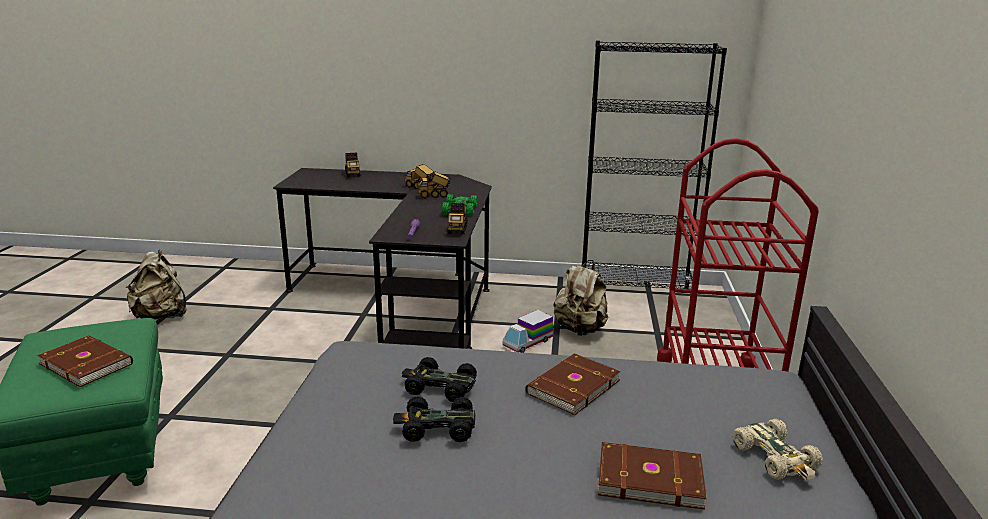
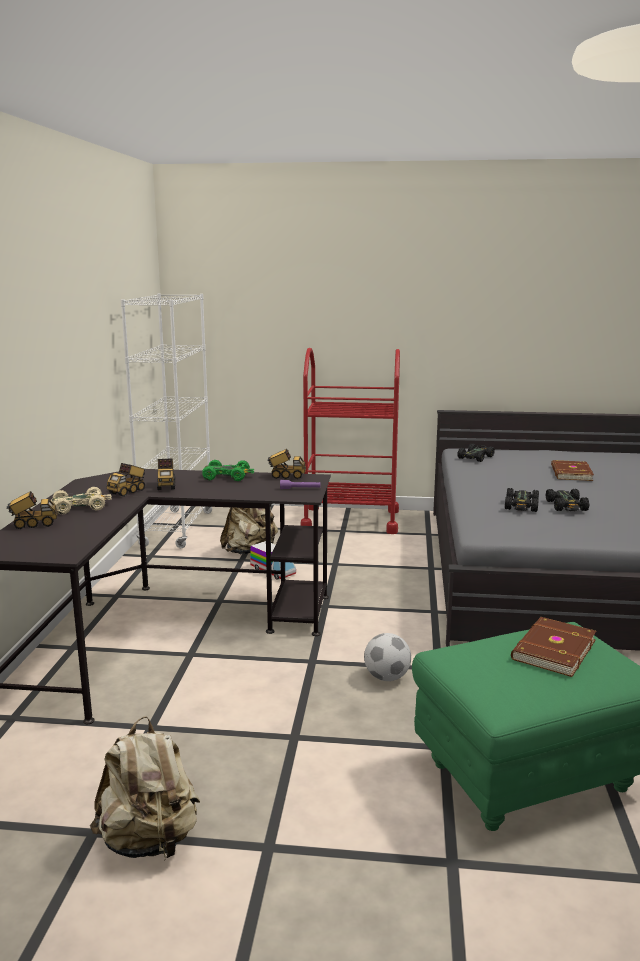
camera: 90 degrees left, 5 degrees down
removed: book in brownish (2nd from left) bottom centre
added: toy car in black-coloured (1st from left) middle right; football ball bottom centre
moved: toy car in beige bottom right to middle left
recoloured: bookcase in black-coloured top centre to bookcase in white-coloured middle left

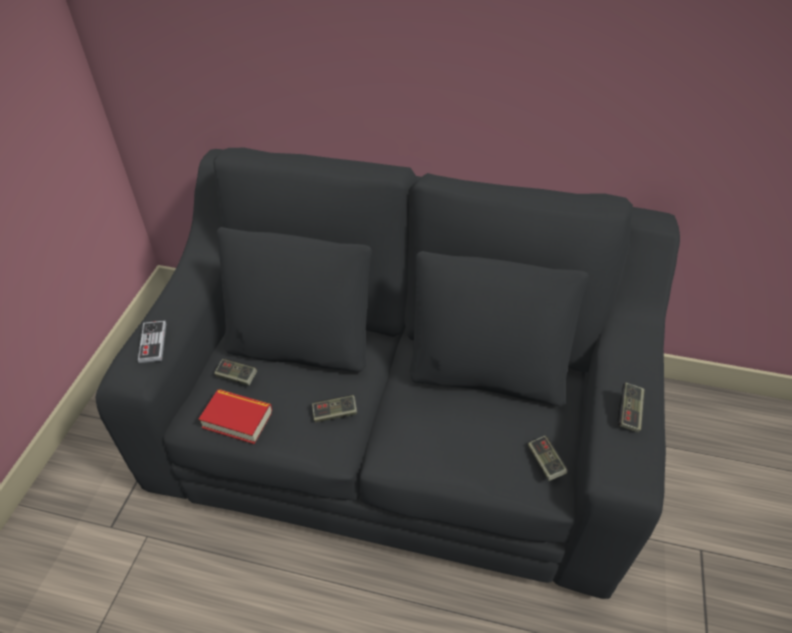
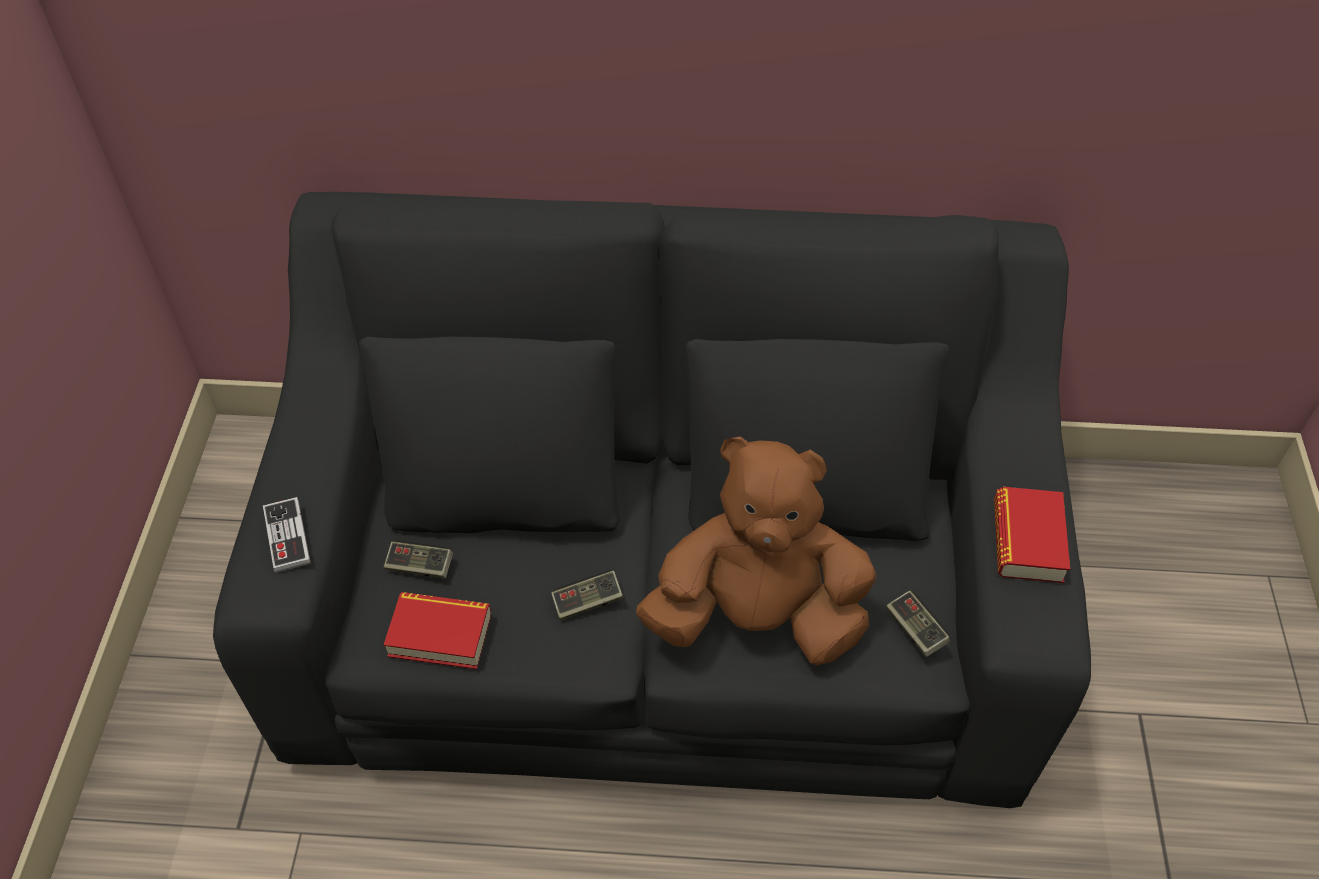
camera: 10 degrees left, 5 degrees up
added: plush toy in brownish centre
replaced: gamepad (5th from left) middle right to book (2nd from left) middle right

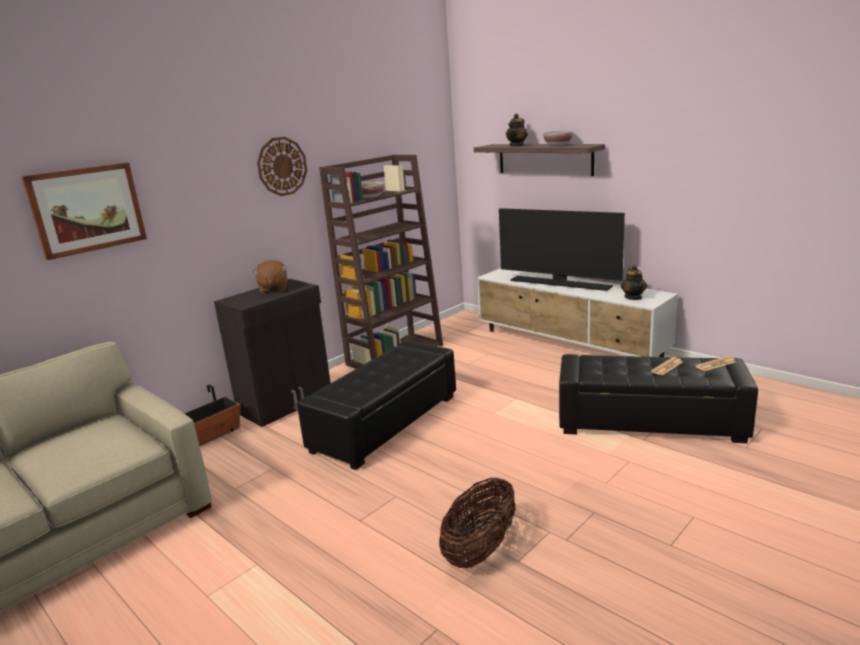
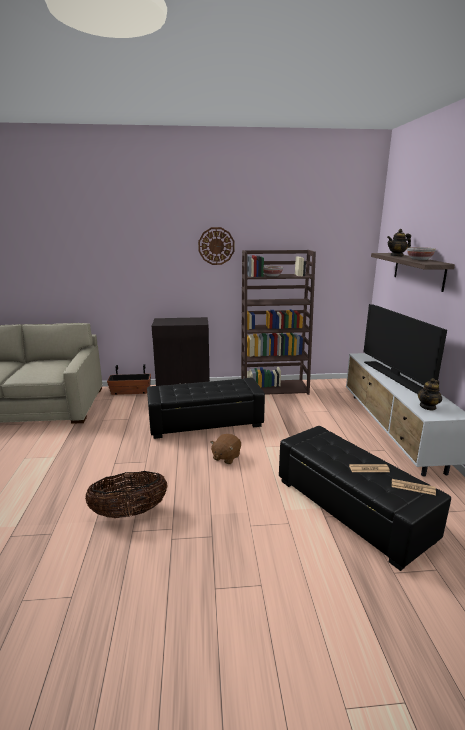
camera: 40 degrees right, 0 degrees up
removed: wall art top left
moved: plush toy in brownish middle left to centre

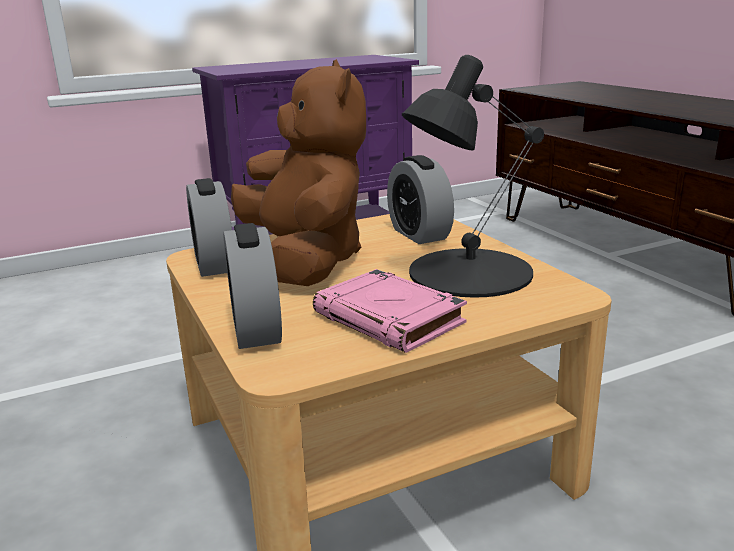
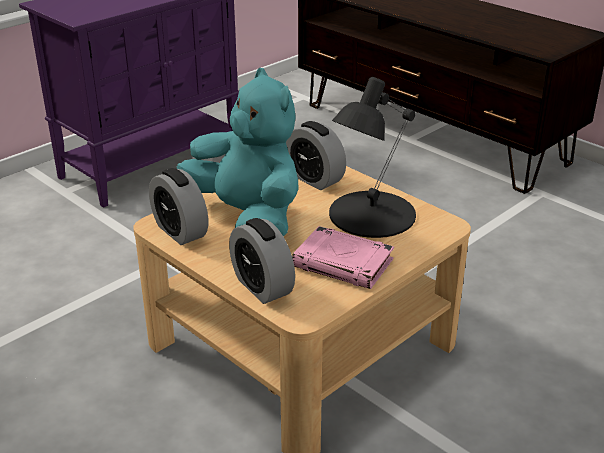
camera: 20 degrees left, 10 degrees up
recoloured: plush toy in brownish top centre to plush toy in turquoise centre

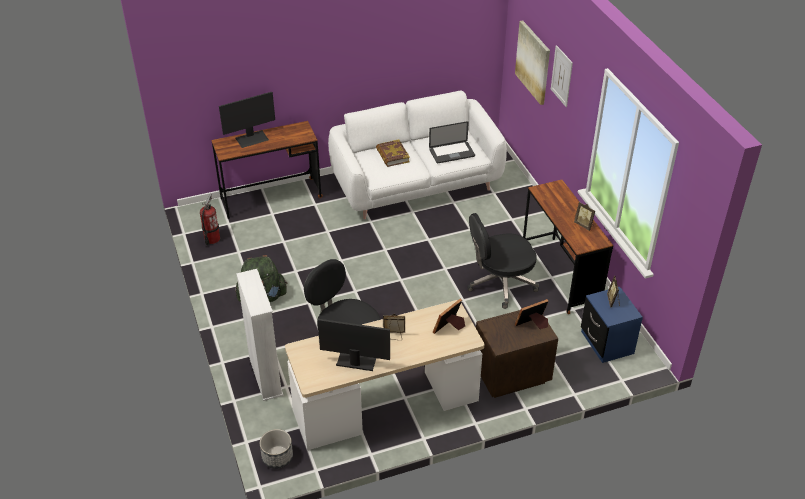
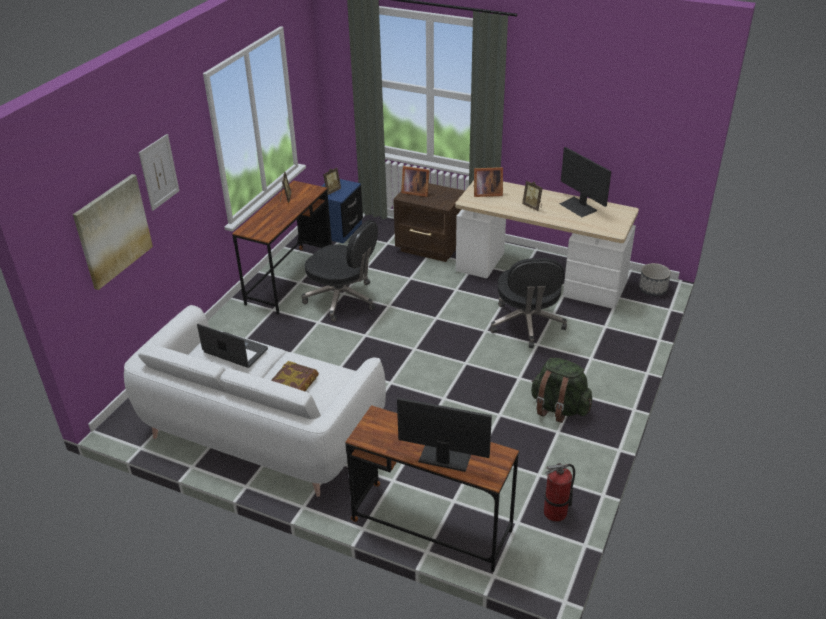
camera: 135 degrees left, 5 degrees down
removed: bookcase in white-coloured bottom left

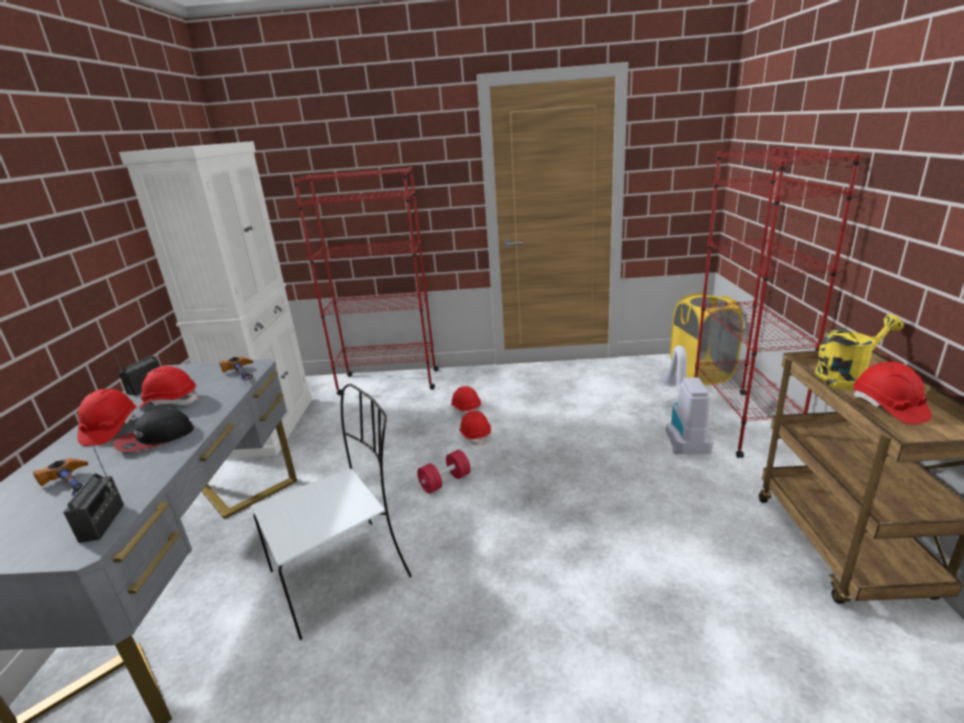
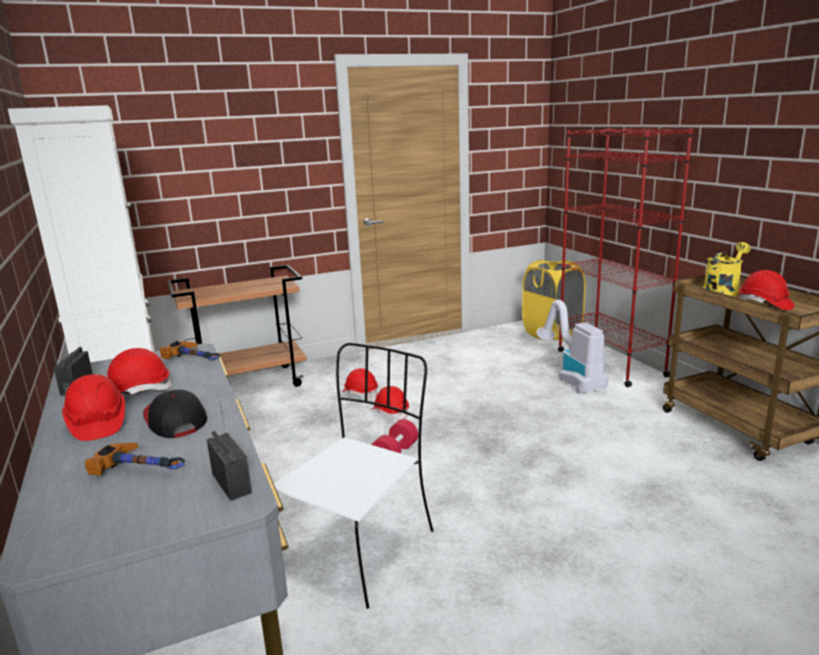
camera: 25 degrees left, 5 degrees down
replaced: bookcase in red-coloured (1st from left) centre to trolley in brownish (1st from left) middle left
turned: cap middle left = middle left 120 degrees clockwise

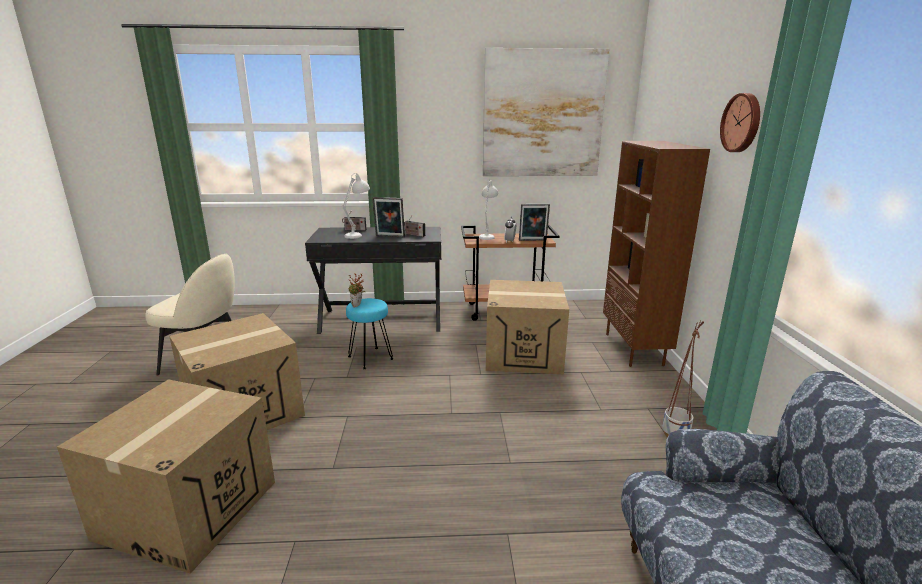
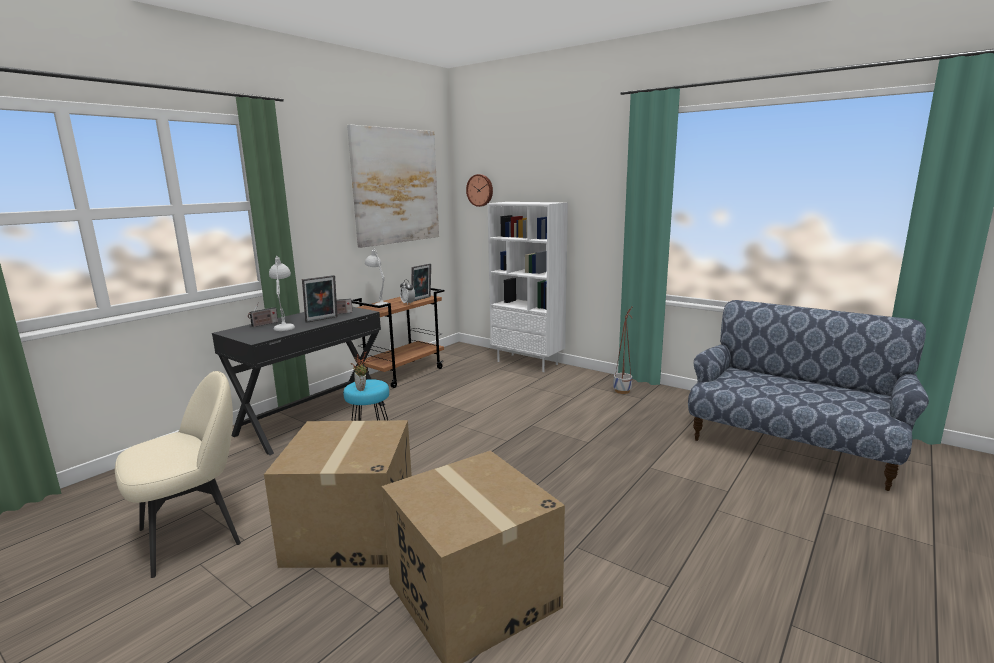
camera: 50 degrees left, 5 degrees down
removed: carton (3rd from left) centre
moved: hanging clock top right to top centre
recoloured: bookcase in brownish middle right to bookcase in white-coloured centre

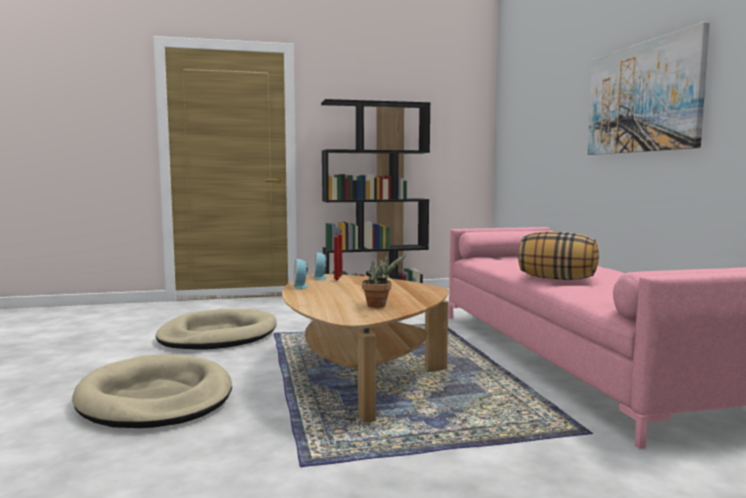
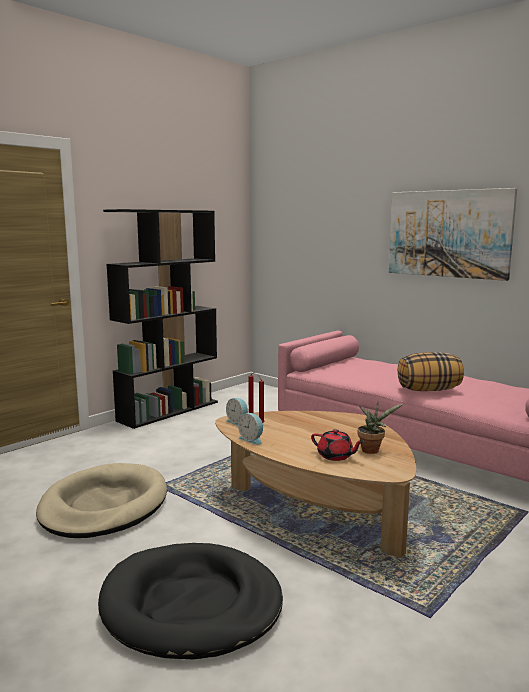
camera: 35 degrees left, 5 degrees up
added: tea pot in red-coloured centre
recoloured: dog bed in beige (1st from left) bottom left to dog bed in black-coloured bottom centre

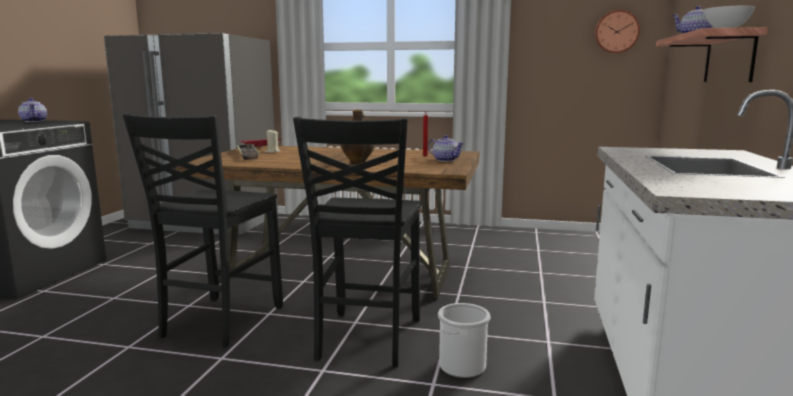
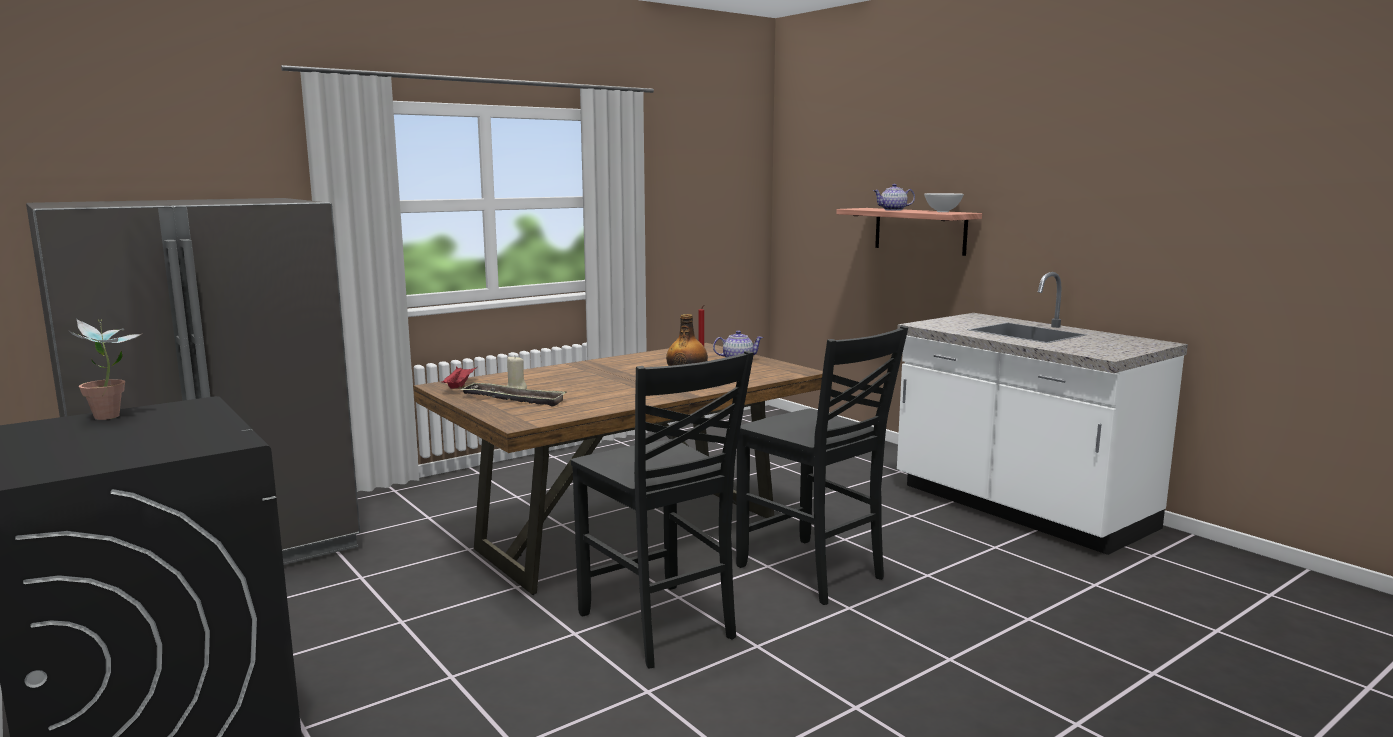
camera: 50 degrees left, 0 degrees up
removed: hanging clock top right; water bucket bottom centre
replaced: tea pot (1st from left) top left to plant in a pot middle left

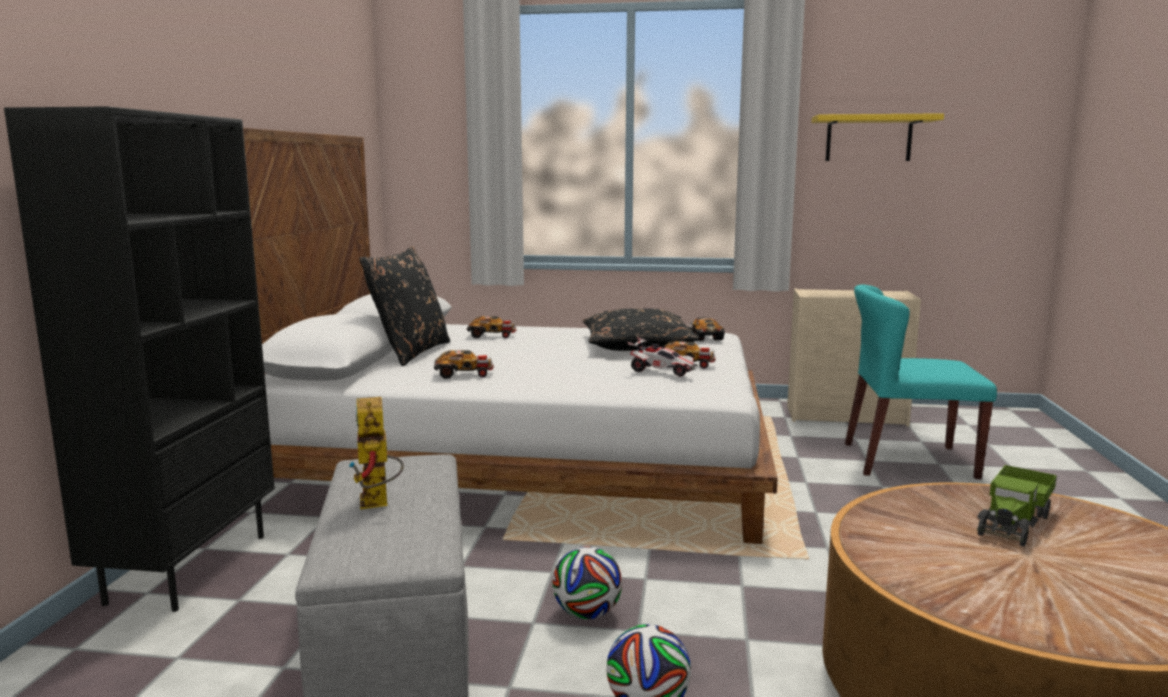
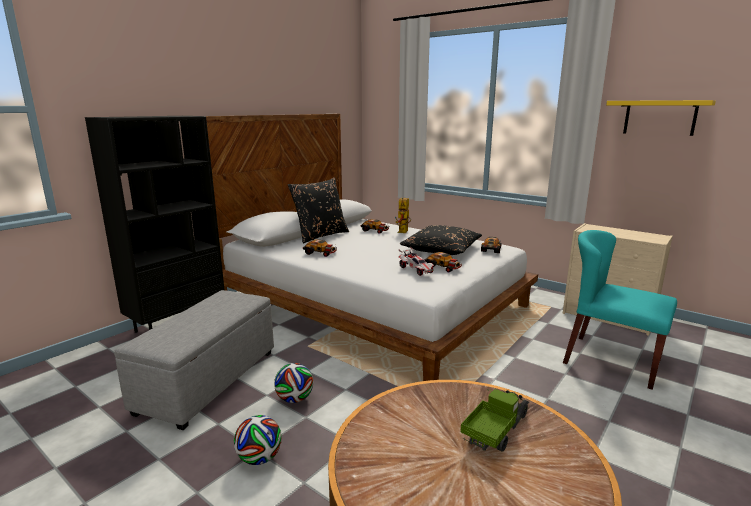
camera: 30 degrees right, 5 degrees up
moved: toy robot middle left to centre
turned: toy lorry bottom right = bottom centre 150 degrees clockwise

